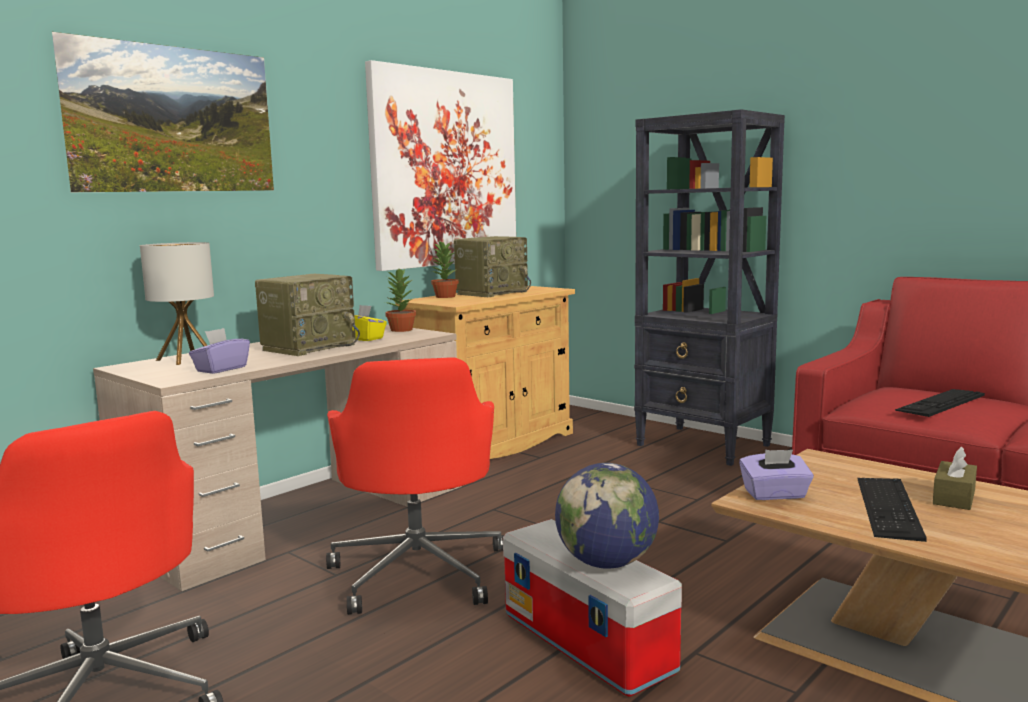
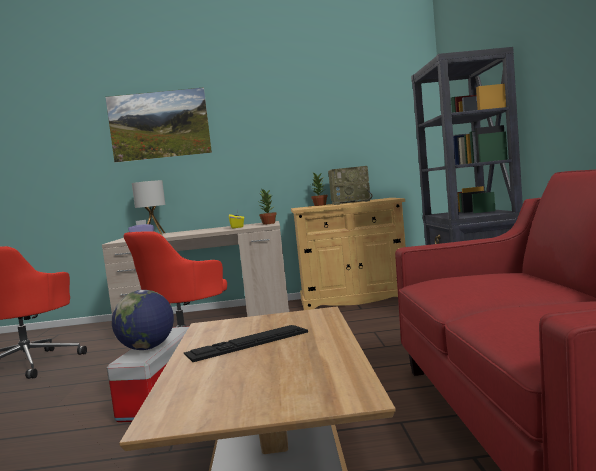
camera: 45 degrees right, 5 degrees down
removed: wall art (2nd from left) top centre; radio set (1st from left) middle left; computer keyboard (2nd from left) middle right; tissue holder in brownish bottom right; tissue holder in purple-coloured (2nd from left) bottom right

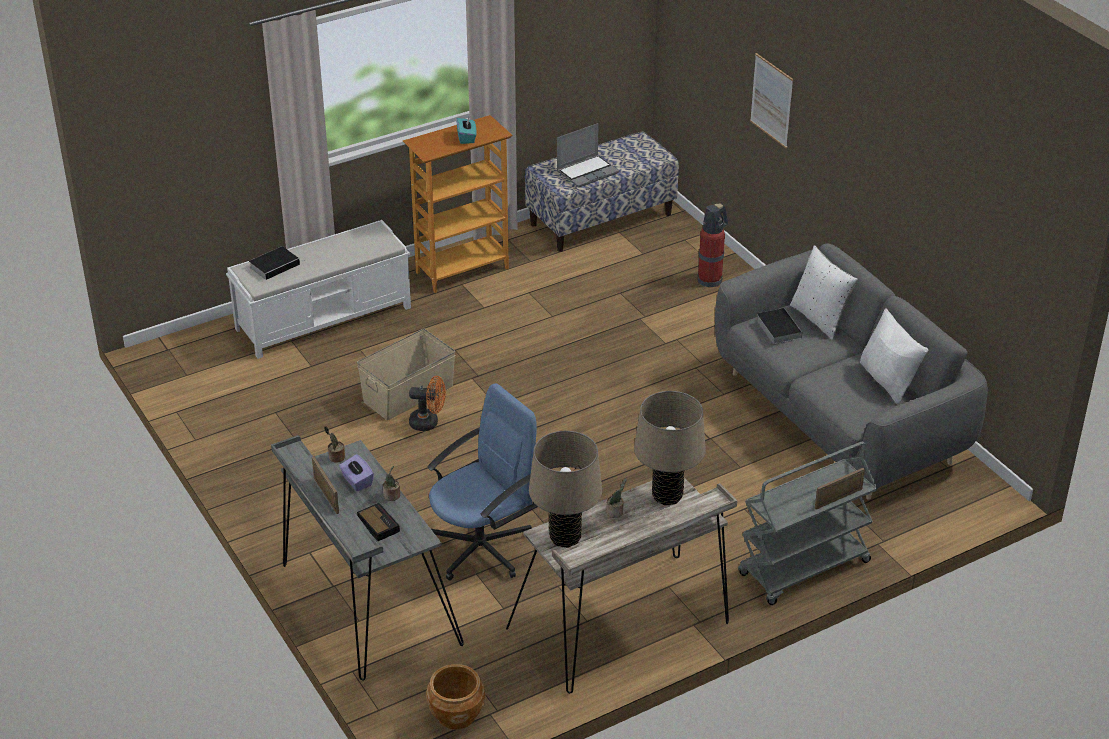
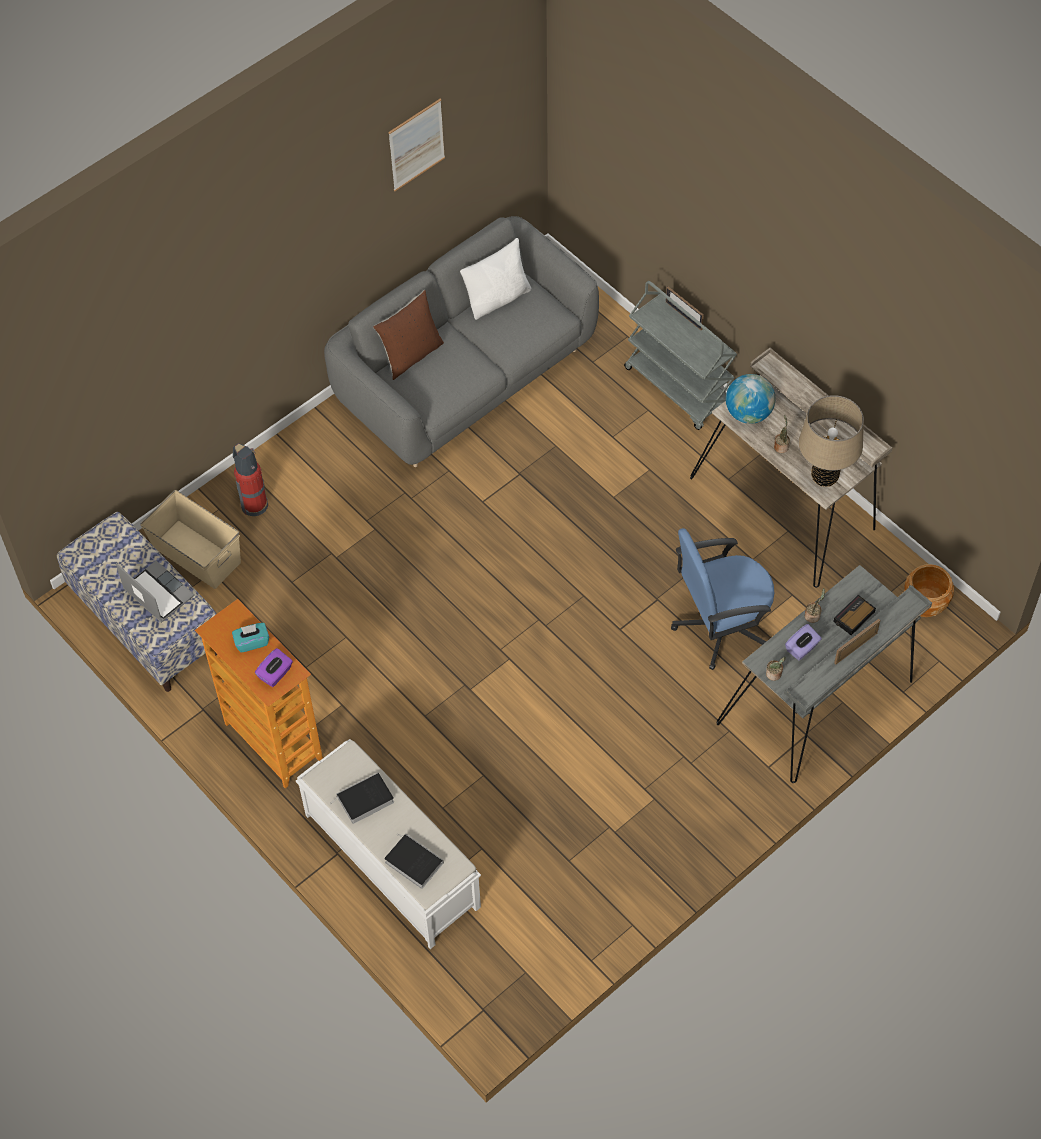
camera: 100 degrees left, 20 degrees up
removed: cooling fan in orange-coloured centre
added: tissue holder in purple-coloured (1st from left) middle left
moved: wall art top right to top centre; book (2nd from left in the first image) middle right to book (1st from left) bottom centre; storage bin in beige centre to middle left
replaced: table lamp in beige (2nd from left) centre to desk globe middle right
recoloured: cushion in white-coloured (1st from left) middle right to cushion in brownish top centre
turned: computer chair in blue centre = middle right 60 degrees counterclockwise

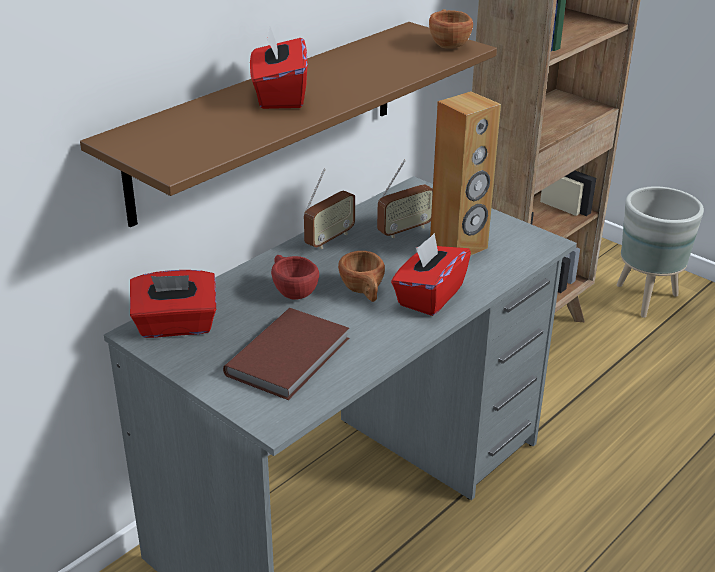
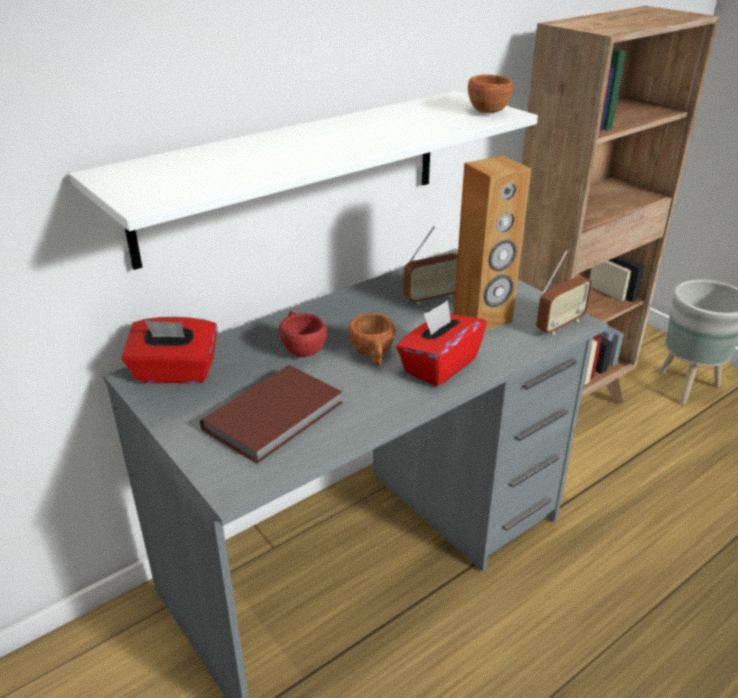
camera: 10 degrees right, 0 degrees up
removed: tissue holder in red-coloured (2nd from left) top centre
moved: radio set (1st from left in the first image) centre to radio set (2nd from left) middle right
recoloured: bracket shelf in brownish top centre to bracket shelf in white-coloured top centre

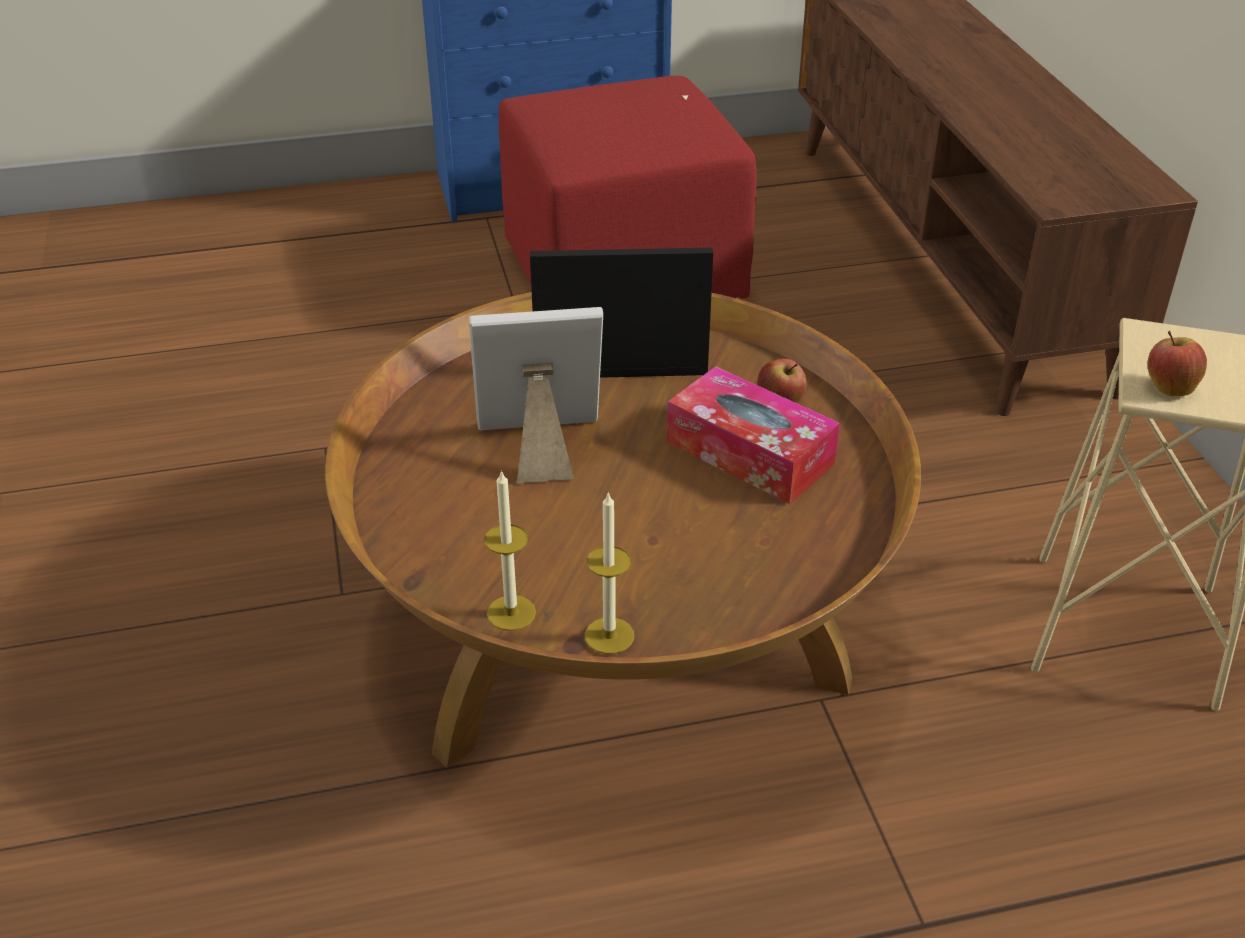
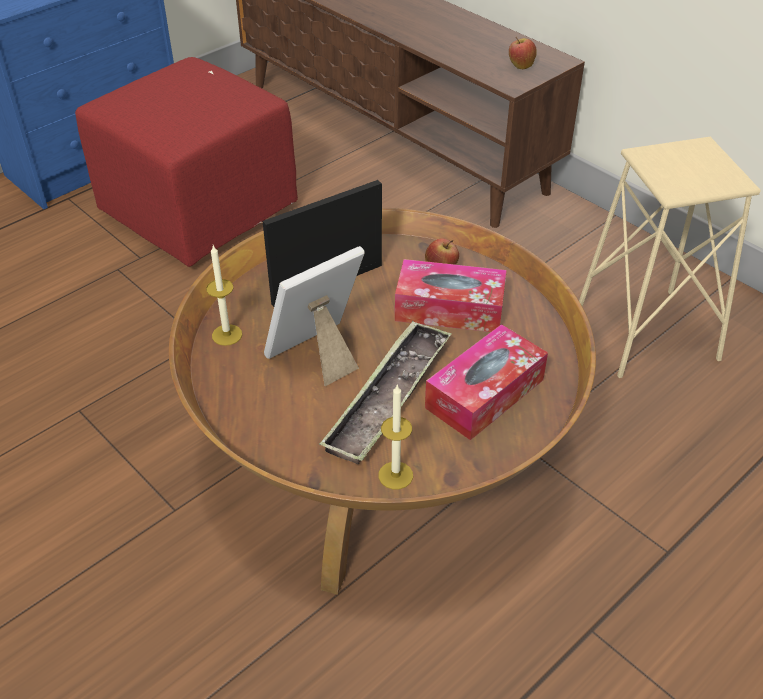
camera: 30 degrees left, 5 degrees up
added: carrying tray centre; tissue holder (2nd from left) centre
moved: apple (2nd from left) middle right to top right; wax candle (2nd from left in the first image) centre to wax candle (1st from left) middle left

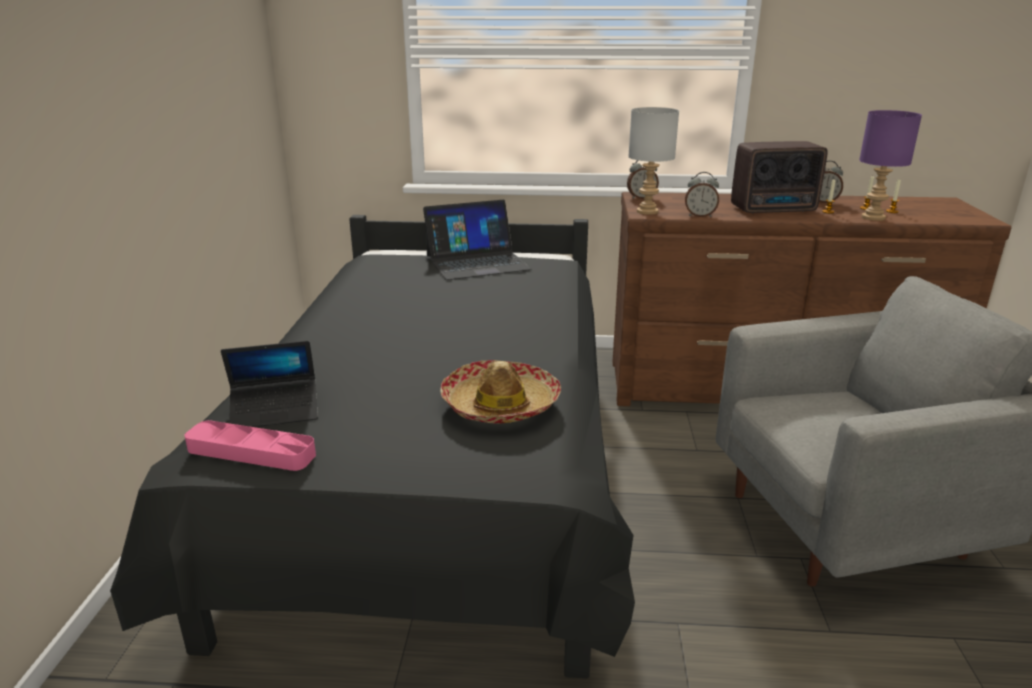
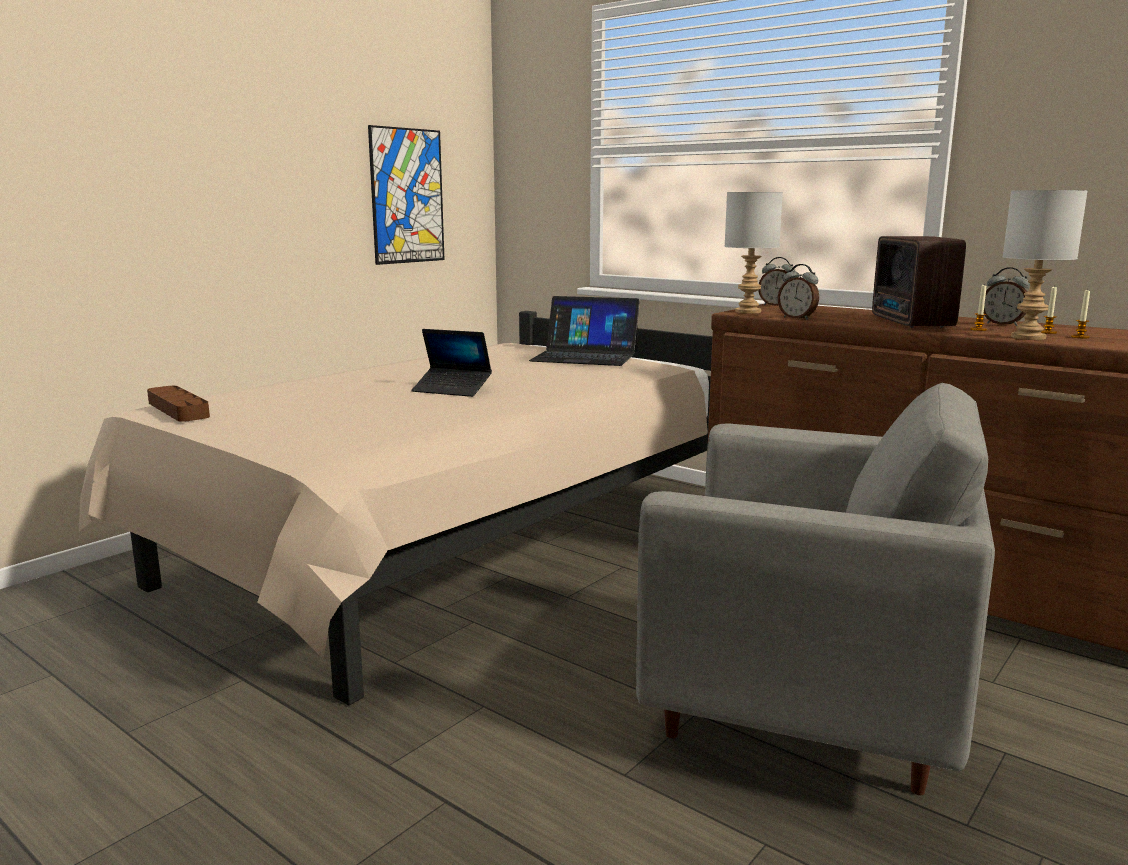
camera: 35 degrees right, 10 degrees down
removed: wearable hat centre
added: wall art top centre
moved: portable computer (1st from left) middle left to centre
recoloured: table lamp in purple-coloured top right to table lamp in grey (2nd from left) top right; sleeping bed in black-coloured centre to sleeping bed in beige centre; carrying tray in pink-coloured middle left to carrying tray in brownish middle left
turned: radio set top right = top right 60 degrees clockwise

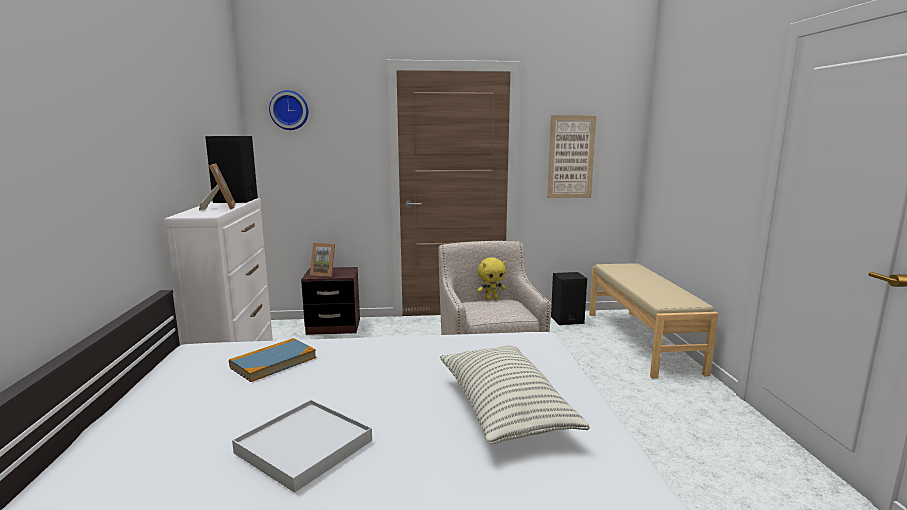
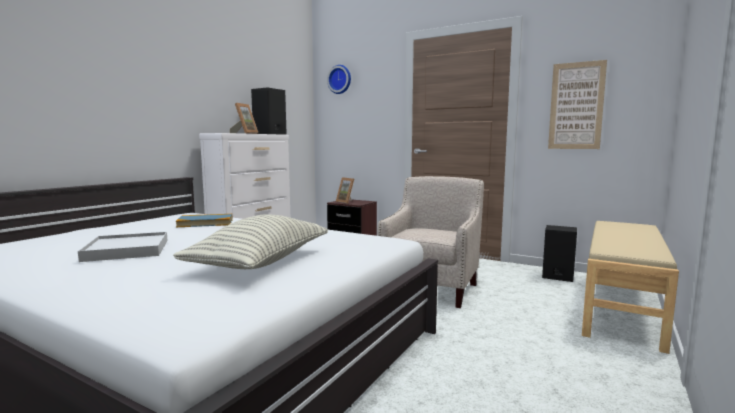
camera: 35 degrees right, 5 degrees down
removed: plush toy in yellow-coloured centre

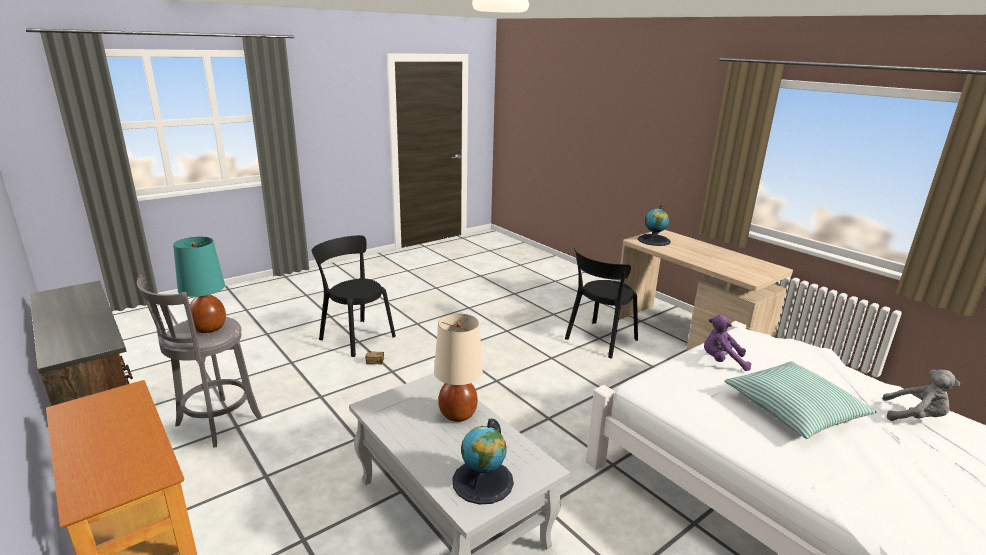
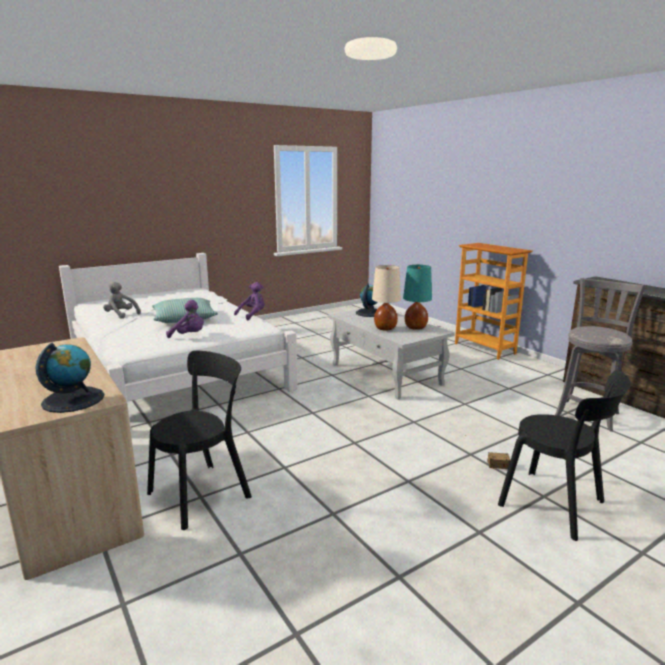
camera: 175 degrees left, 5 degrees down
added: plush toy in purple-coloured (2nd from left) centre
moved: table lamp in turquoise middle left to centre

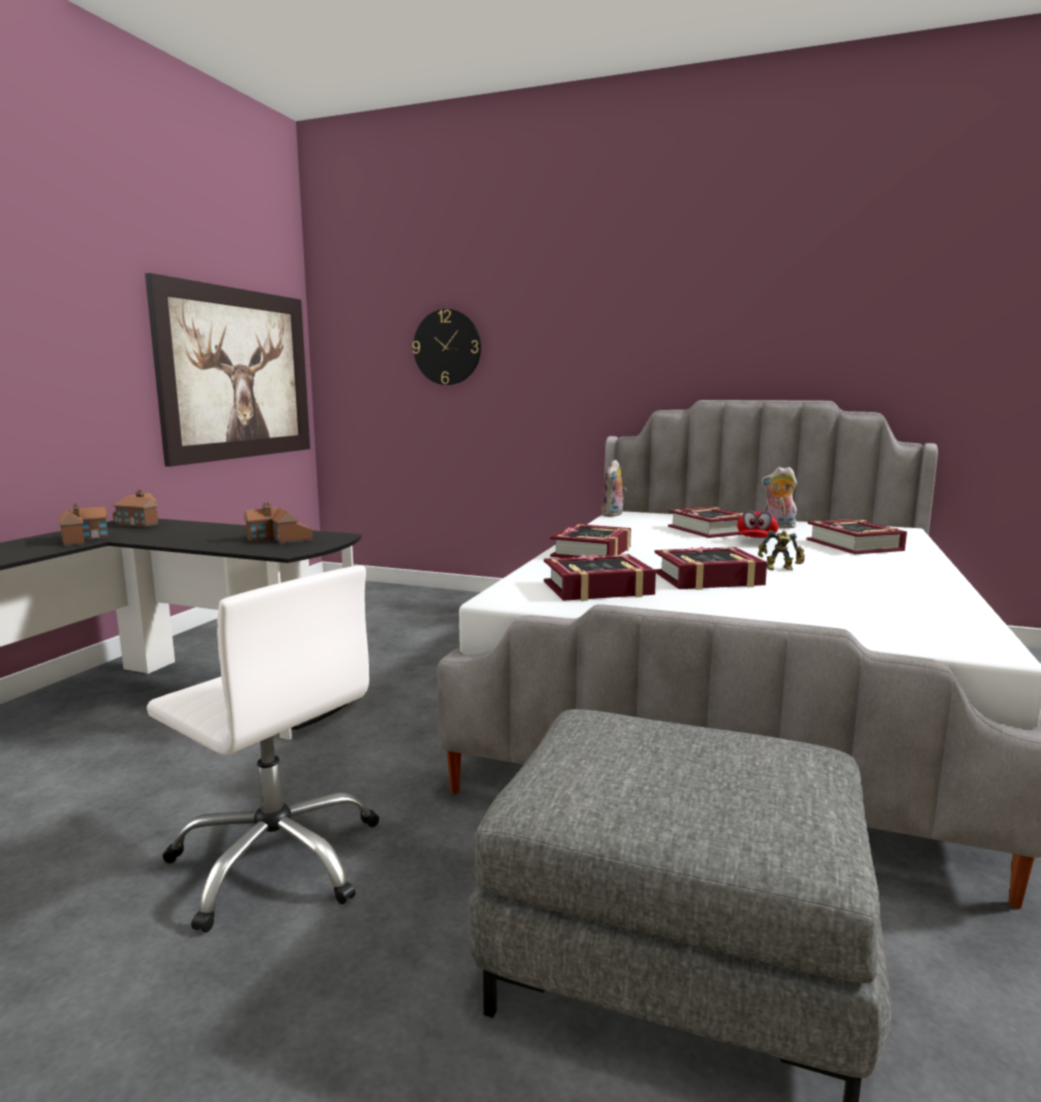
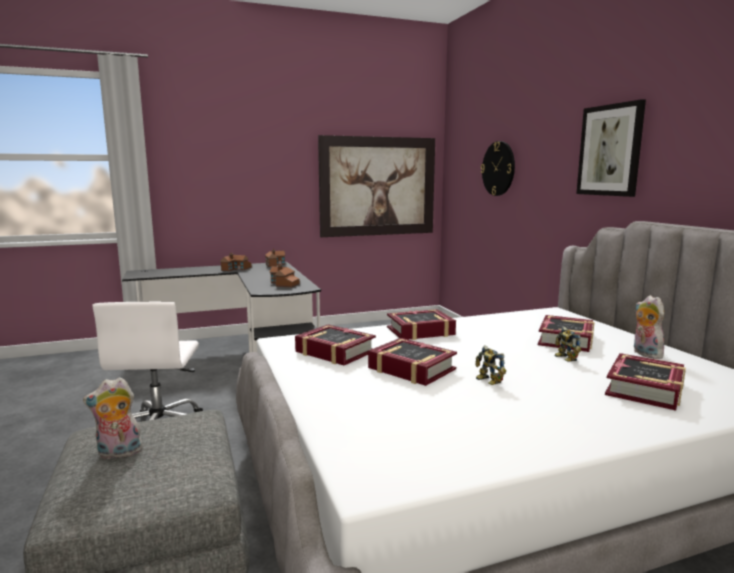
camera: 50 degrees right, 0 degrees up
added: wall art (2nd from left) top right
moved: plush toy (1st from left) centre to bottom left
replaced: cap in red-coloured middle right to toy robot (2nd from left) middle right

